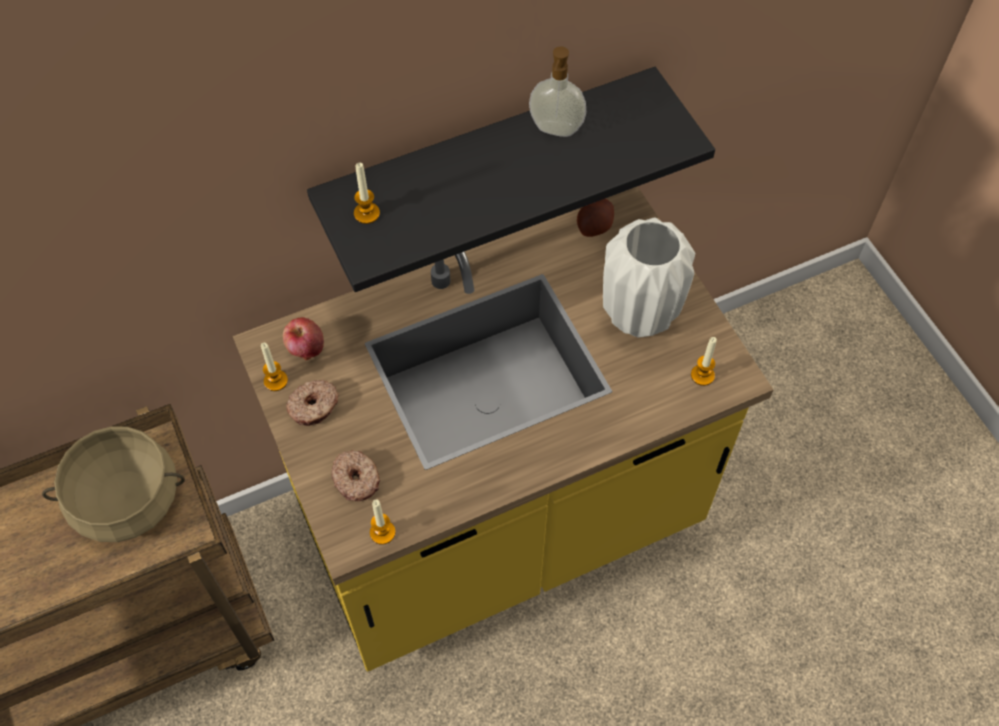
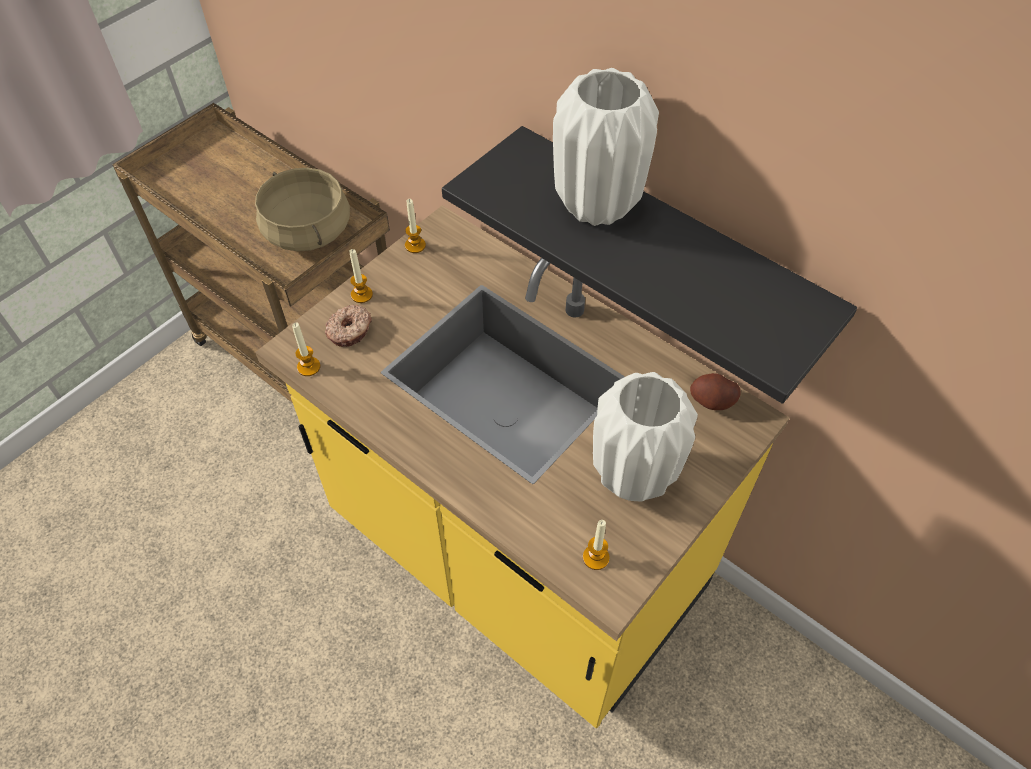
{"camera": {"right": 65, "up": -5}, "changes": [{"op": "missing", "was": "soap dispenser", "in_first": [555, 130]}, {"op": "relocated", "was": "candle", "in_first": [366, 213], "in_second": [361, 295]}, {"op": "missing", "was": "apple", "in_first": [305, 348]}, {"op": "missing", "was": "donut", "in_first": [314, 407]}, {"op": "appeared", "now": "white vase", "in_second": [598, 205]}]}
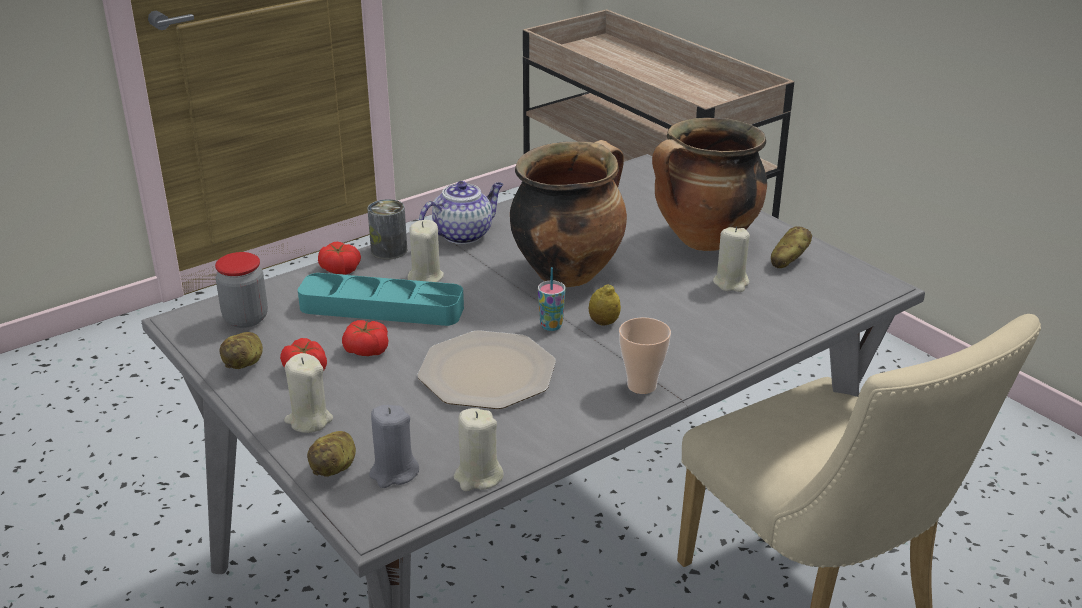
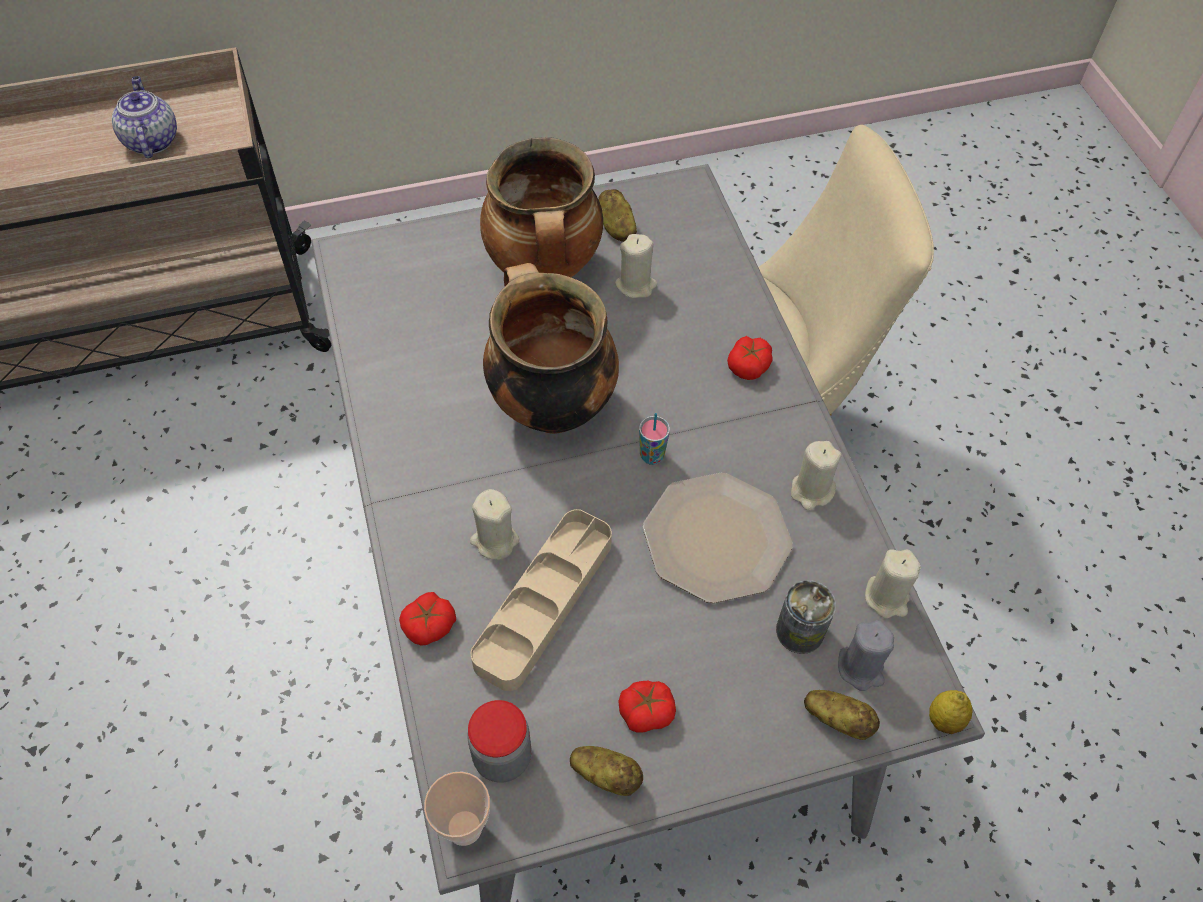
{"camera": {"right": -70, "up": 25}, "changes": [{"op": "relocated", "was": "teapot", "in_first": [463, 234], "in_second": [151, 140]}, {"op": "relocated", "was": "can", "in_first": [389, 250], "in_second": [800, 631]}, {"op": "colour", "was": "turquoise tray", "now": "beige tray", "in_first": [381, 308], "in_second": [544, 602]}, {"op": "relocated", "was": "lemon", "in_first": [604, 322], "in_second": [944, 720]}, {"op": "relocated", "was": "cup", "in_first": [642, 386], "in_second": [464, 827]}, {"op": "relocated", "was": "tomato", "in_first": [366, 350], "in_second": [749, 366]}, {"op": "relocated", "was": "beige candle", "in_first": [309, 420], "in_second": [811, 491]}]}
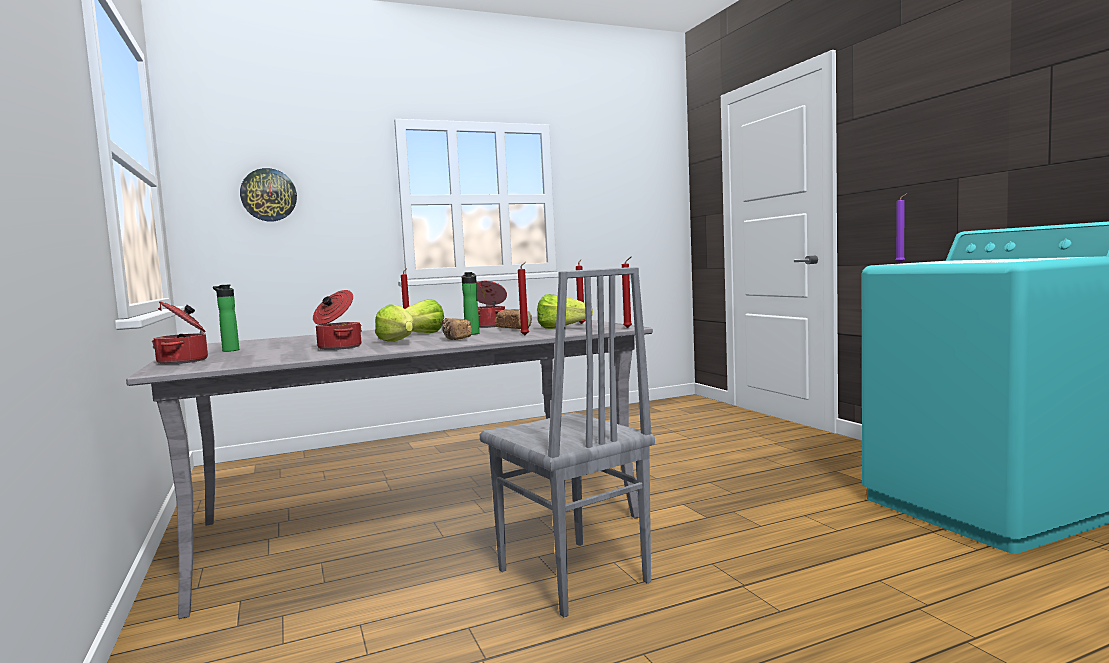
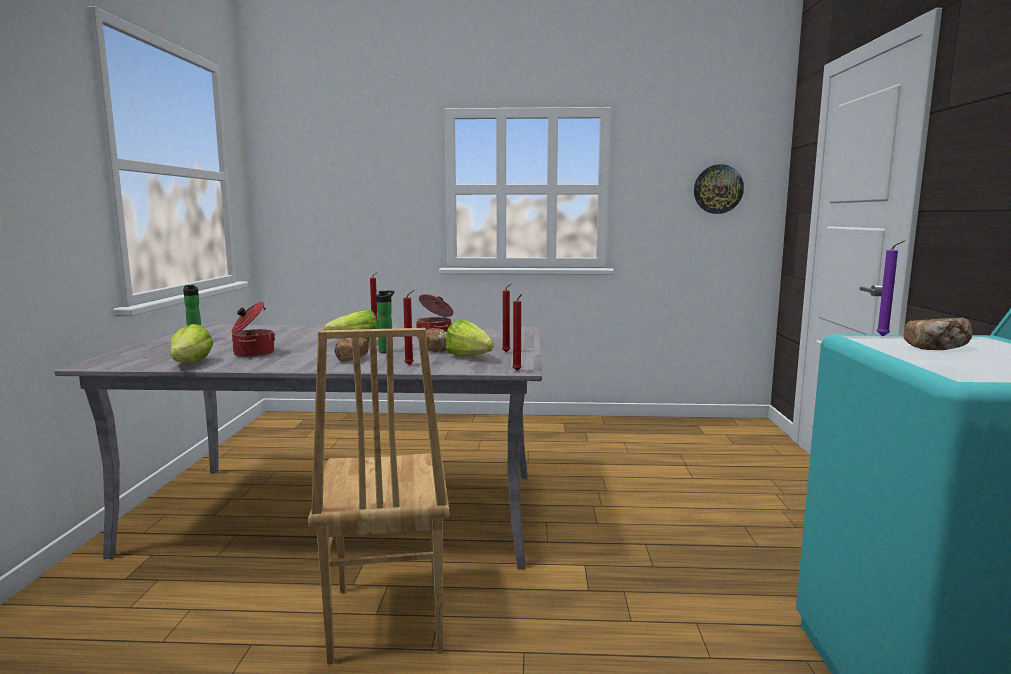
{"camera": {"right": 25, "up": 5}, "changes": [{"op": "relocated", "was": "wall clock", "in_first": [268, 195], "in_second": [718, 189]}, {"op": "colour", "was": "grey chair", "now": "brown chair", "in_first": [571, 577], "in_second": [385, 620]}, {"op": "missing", "was": "cooking pot", "in_first": [184, 361]}, {"op": "relocated", "was": "lettuce", "in_first": [399, 343], "in_second": [186, 365]}, {"op": "appeared", "now": "bread", "in_second": [938, 348]}]}
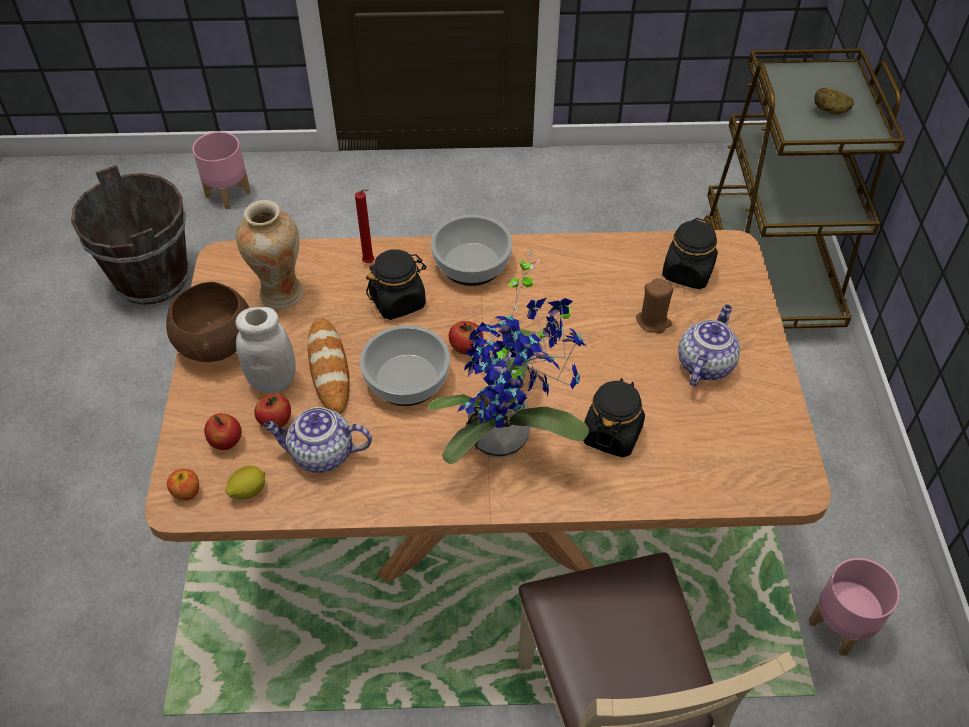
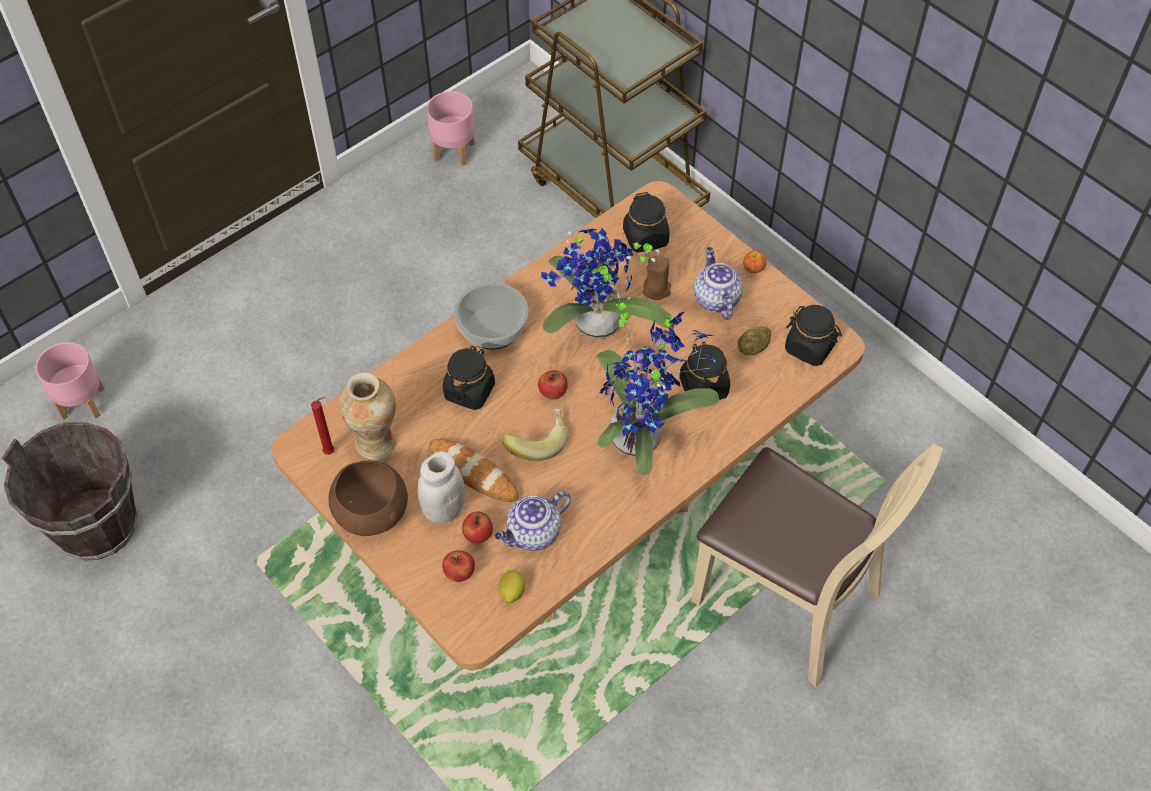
{"camera": {"right": -40, "up": 5}, "changes": [{"op": "relocated", "was": "potato", "in_first": [830, 111], "in_second": [754, 348]}, {"op": "relocated", "was": "red candle", "in_first": [370, 263], "in_second": [331, 452]}, {"op": "exchanged", "was": "bowl", "now": "banana", "in_first": [408, 379], "in_second": [536, 442]}, {"op": "relocated", "was": "apple", "in_first": [186, 492], "in_second": [753, 269]}, {"op": "relocated", "was": "pink planter", "in_first": [841, 627], "in_second": [454, 151]}, {"op": "appeared", "now": "potted plant", "in_second": [595, 328]}, {"op": "appeared", "now": "black jar", "in_second": [810, 347]}]}
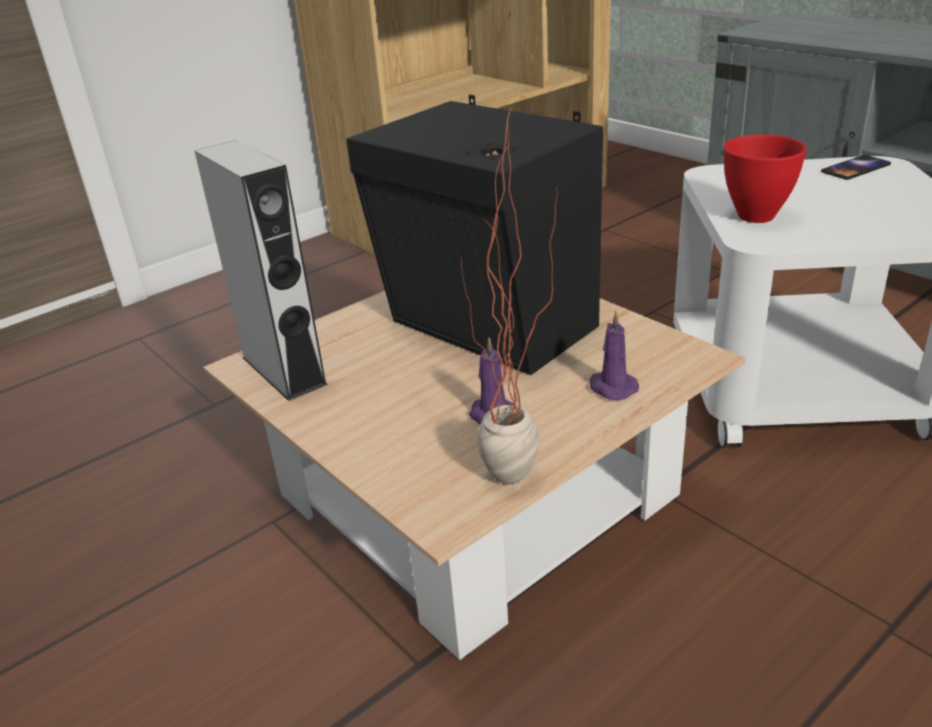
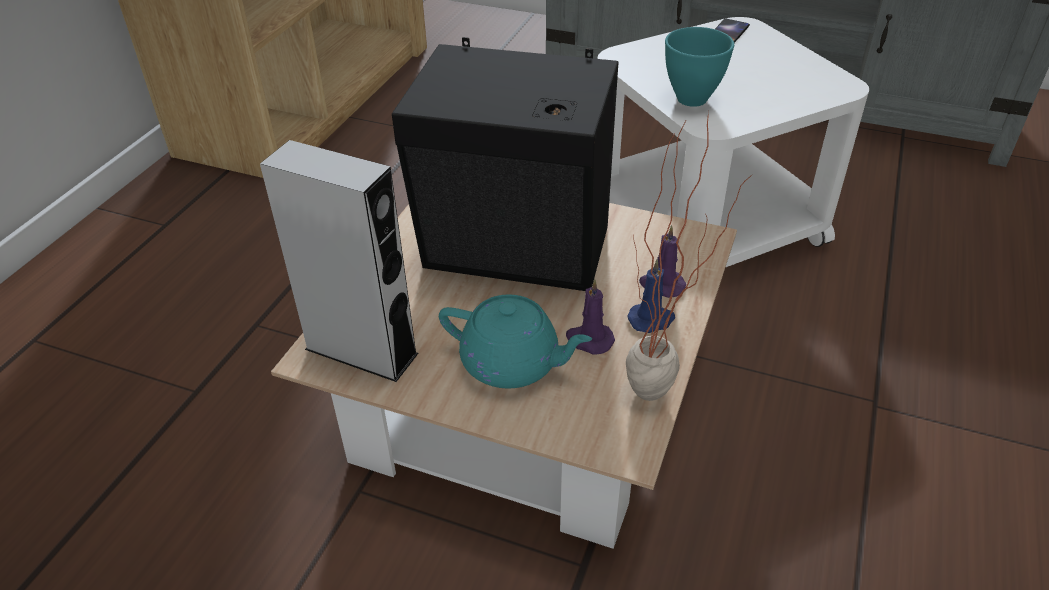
{"camera": {"right": -30, "up": 10}, "changes": [{"op": "colour", "was": "red bowl", "now": "turquoise bowl", "in_first": [757, 217], "in_second": [693, 100]}, {"op": "appeared", "now": "blue candle", "in_second": [651, 319]}, {"op": "appeared", "now": "turquoise teapot", "in_second": [512, 363]}]}
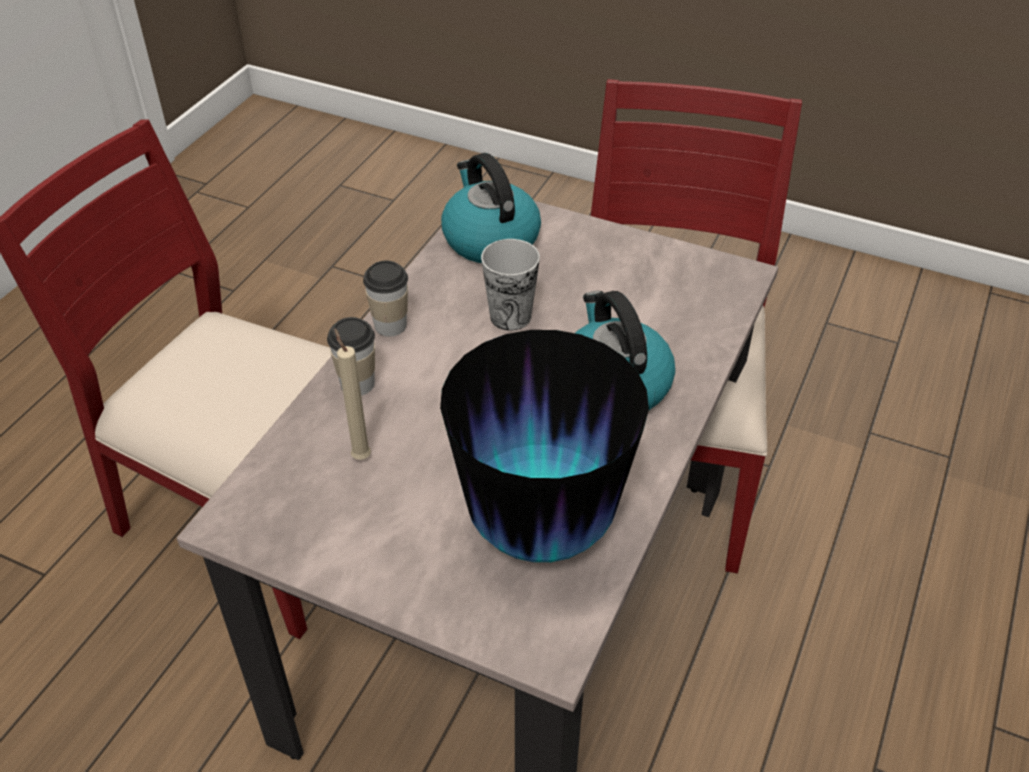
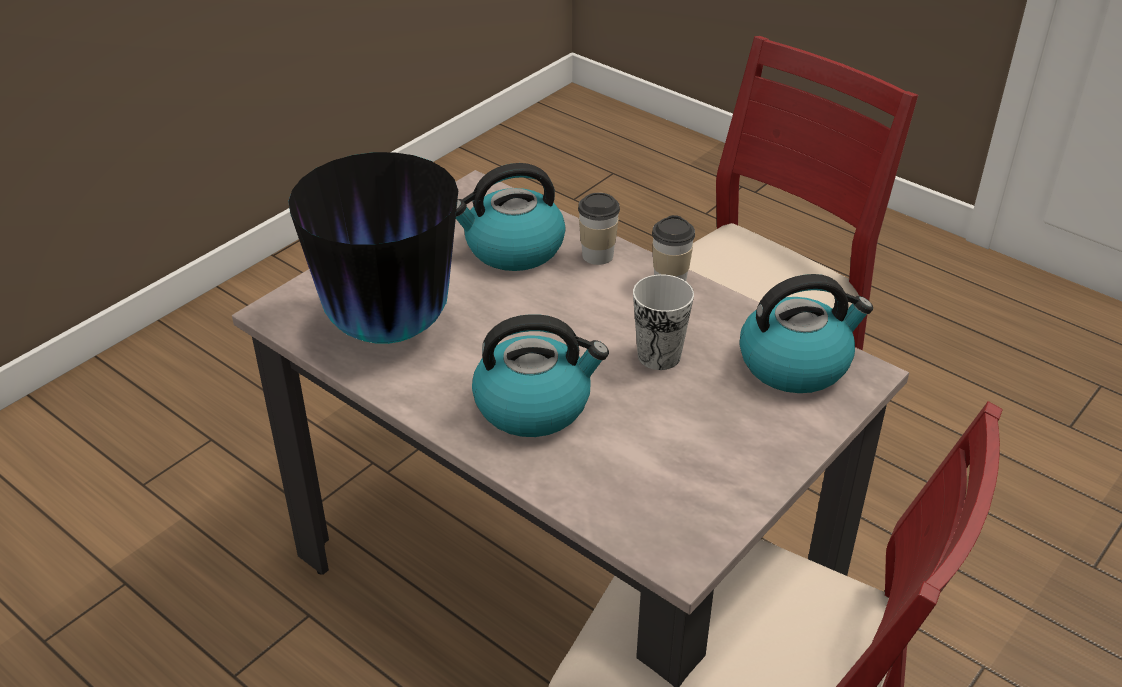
{"camera": {"right": 105, "up": -5}, "changes": [{"op": "exchanged", "was": "beige candle", "now": "kettle", "in_first": [360, 455], "in_second": [513, 249]}]}
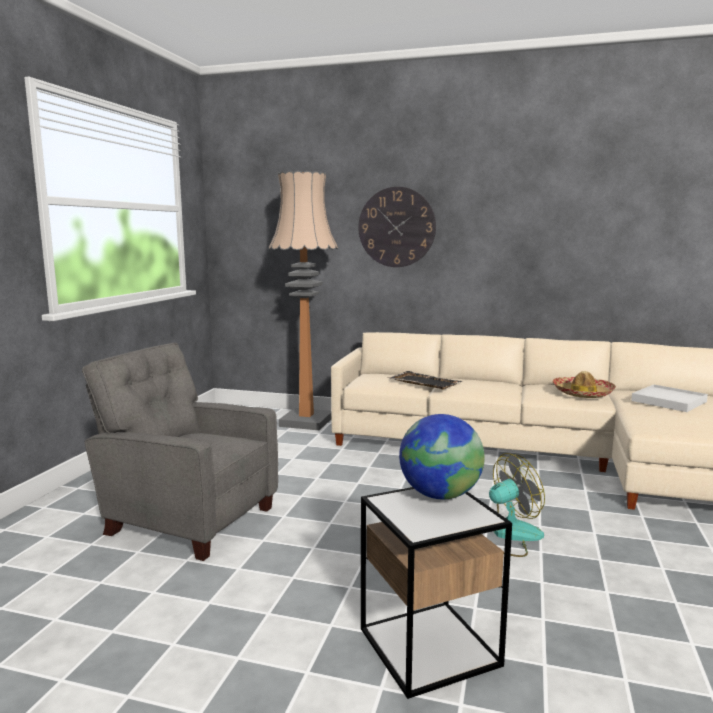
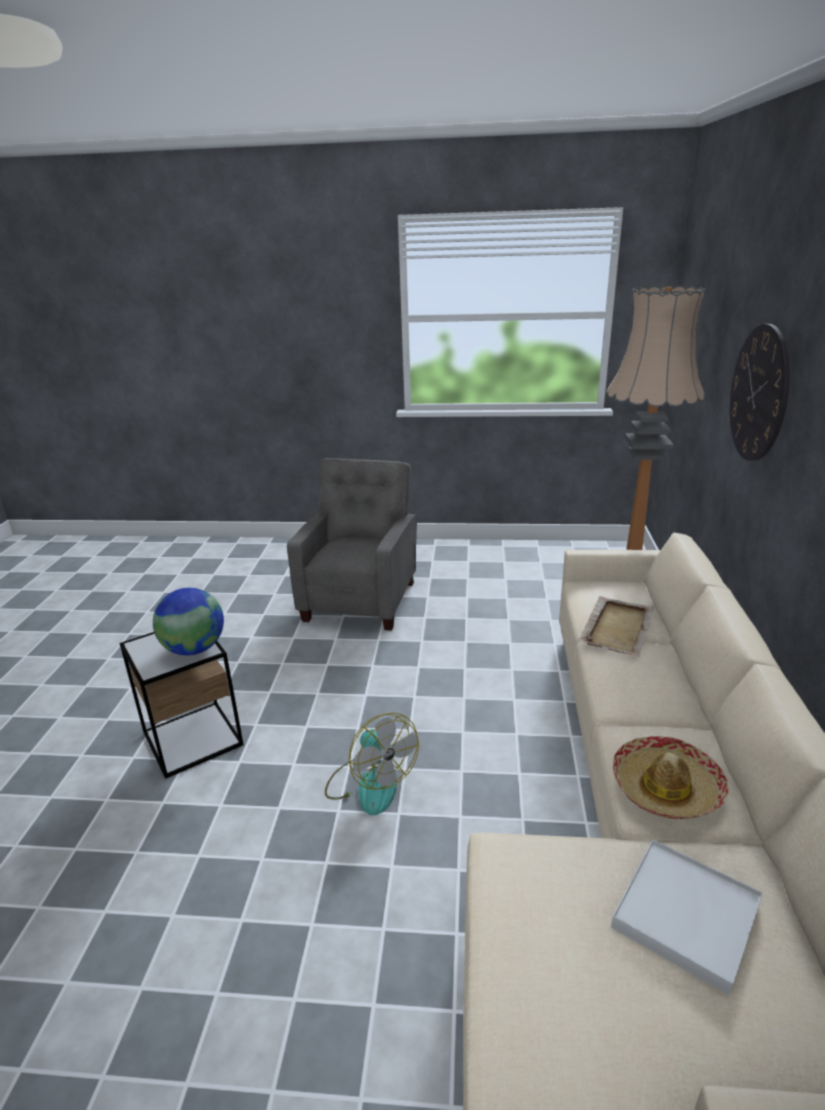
{"camera": {"right": 80, "up": 15}, "changes": [{"op": "colour", "was": "black tray", "now": "beige tray", "in_first": [424, 382], "in_second": [617, 627]}]}
